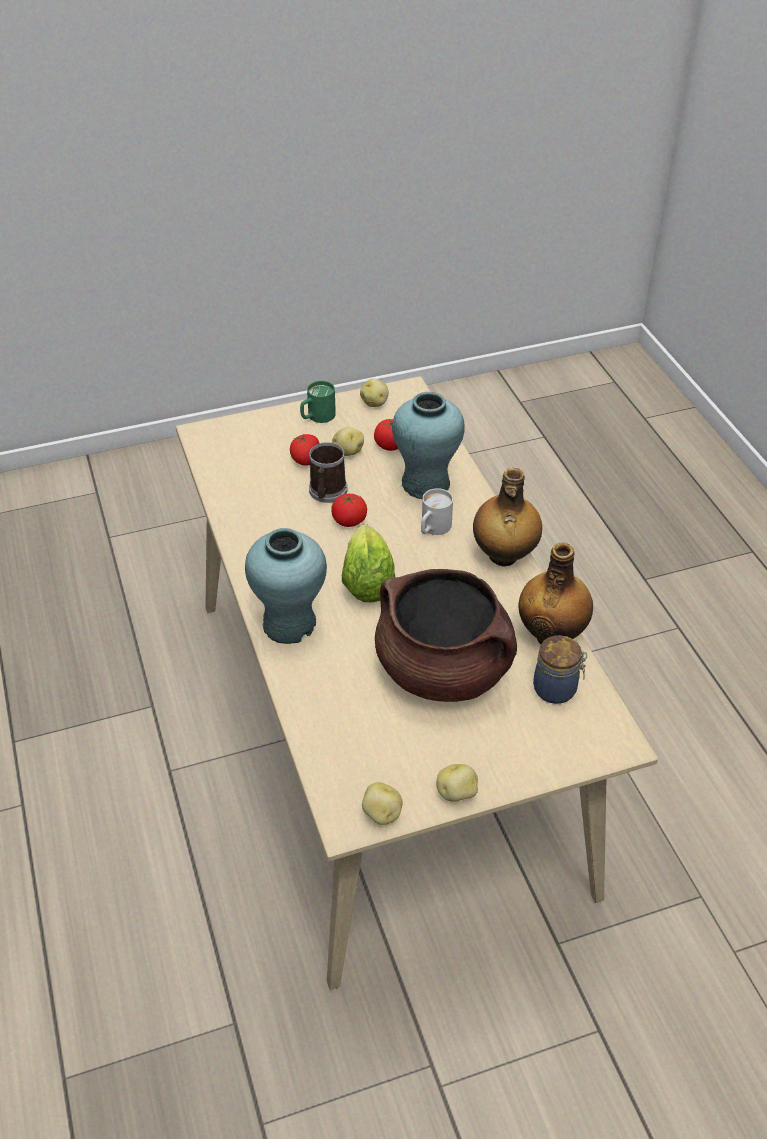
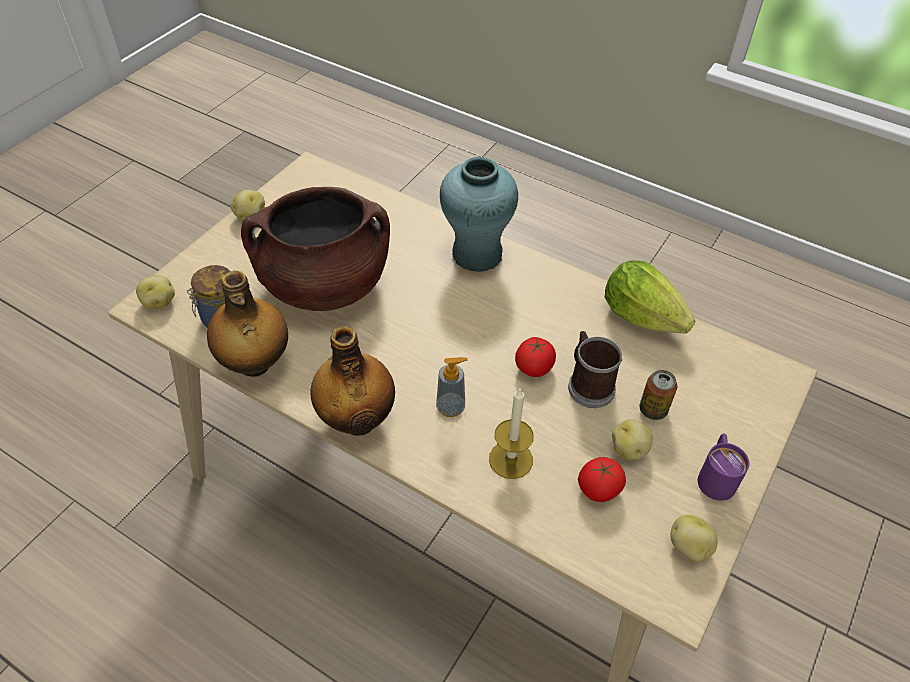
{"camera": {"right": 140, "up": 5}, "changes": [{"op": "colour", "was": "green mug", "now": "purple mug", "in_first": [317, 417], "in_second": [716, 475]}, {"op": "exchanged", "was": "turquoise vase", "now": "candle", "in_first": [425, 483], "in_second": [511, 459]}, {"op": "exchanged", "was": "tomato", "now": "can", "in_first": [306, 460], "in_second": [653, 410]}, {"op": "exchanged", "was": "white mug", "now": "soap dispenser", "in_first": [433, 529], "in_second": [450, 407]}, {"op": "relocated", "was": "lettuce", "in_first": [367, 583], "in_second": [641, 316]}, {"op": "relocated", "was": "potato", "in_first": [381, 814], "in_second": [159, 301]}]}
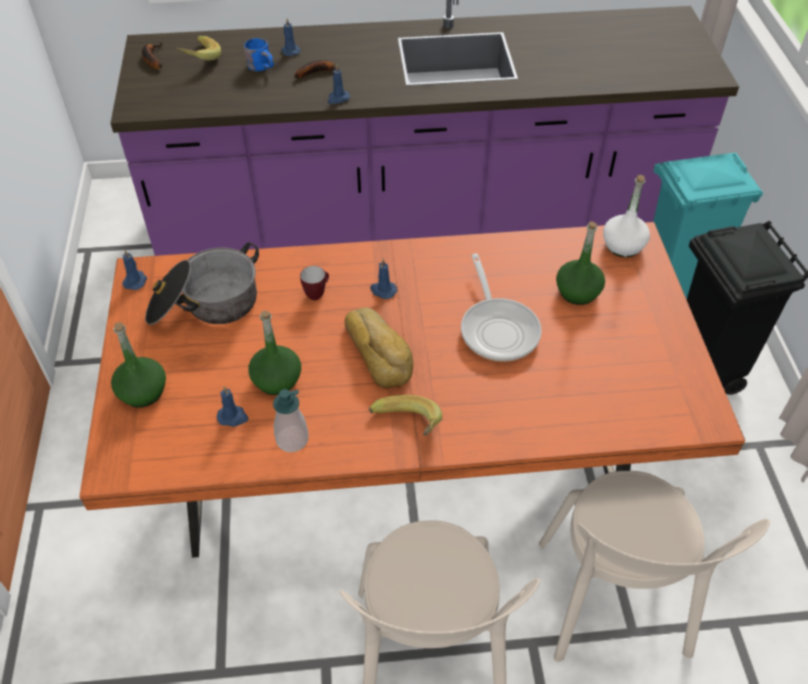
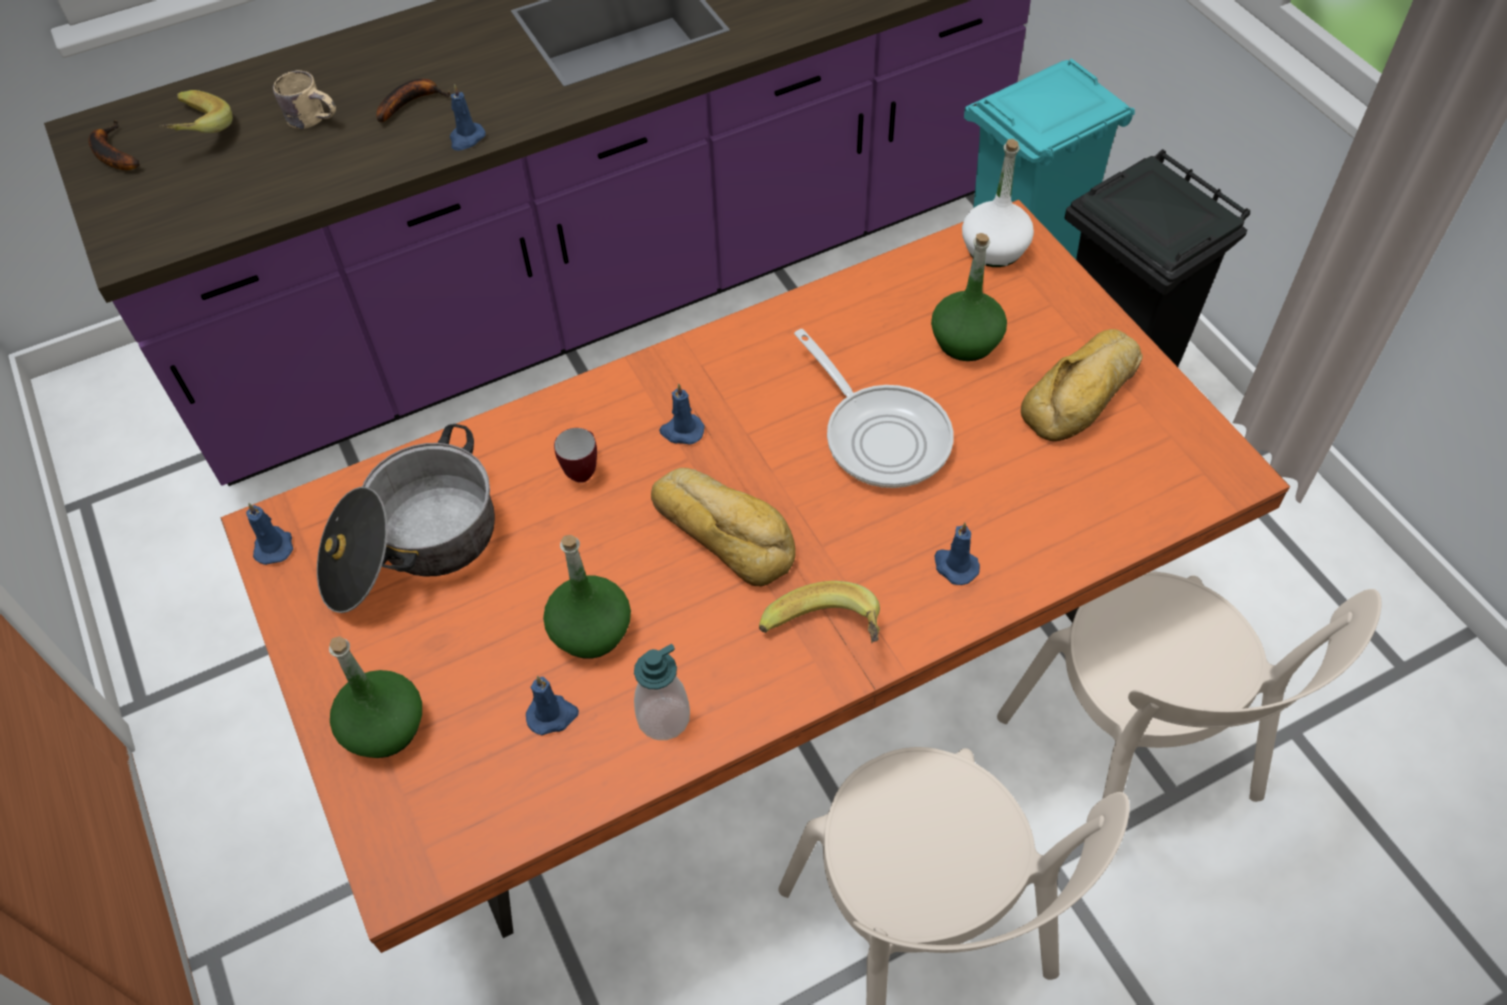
{"camera": {"right": -20, "up": 5}, "changes": [{"op": "relocated", "was": "blue candle", "in_first": [290, 51], "in_second": [954, 566]}, {"op": "colour", "was": "blue mug", "now": "beige mug", "in_first": [263, 67], "in_second": [315, 118]}, {"op": "appeared", "now": "bread", "in_second": [1084, 394]}]}
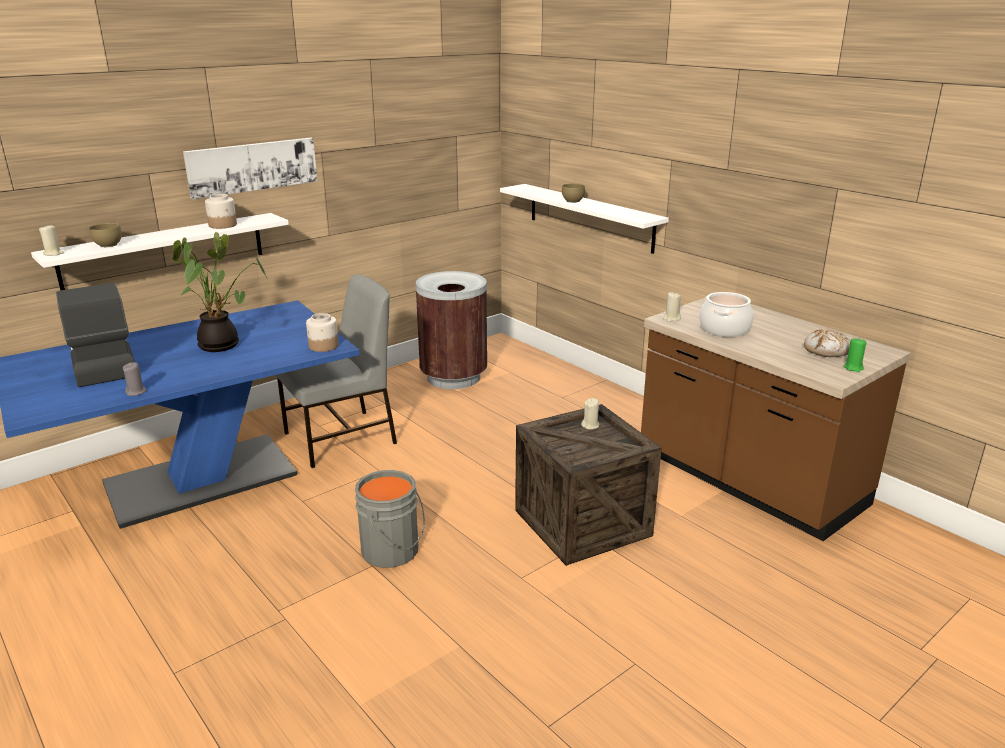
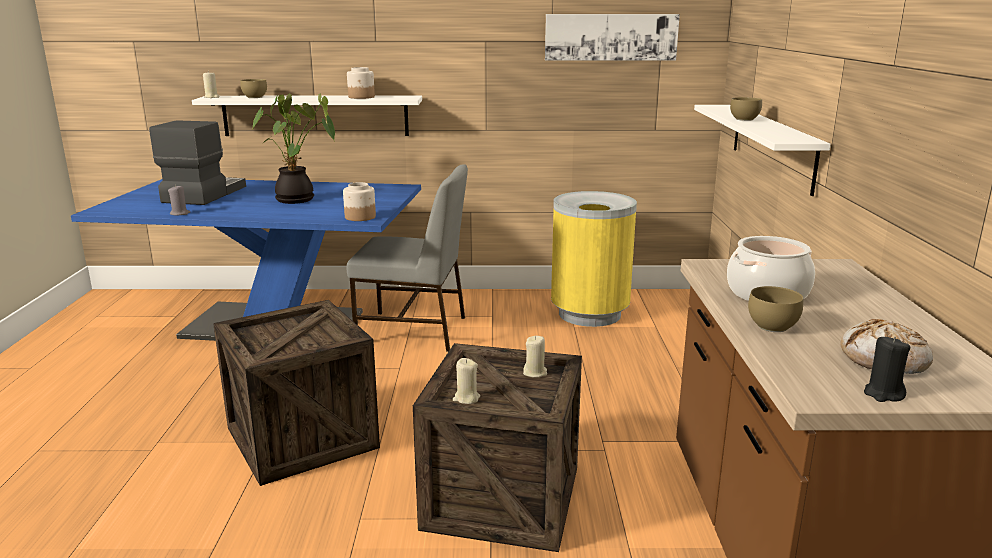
{"camera": {"right": 40, "up": -5}, "changes": [{"op": "relocated", "was": "picture", "in_first": [252, 166], "in_second": [610, 37]}, {"op": "colour", "was": "brown trash can", "now": "yellow trash can", "in_first": [453, 377], "in_second": [590, 314]}, {"op": "relocated", "was": "beige candle", "in_first": [671, 319], "in_second": [466, 398]}, {"op": "colour", "was": "green candle", "now": "black candle", "in_first": [853, 368], "in_second": [883, 394]}, {"op": "exchanged", "was": "grey bucket", "now": "crate", "in_first": [393, 551], "in_second": [302, 437]}, {"op": "appeared", "now": "brown bowl", "in_second": [773, 327]}]}
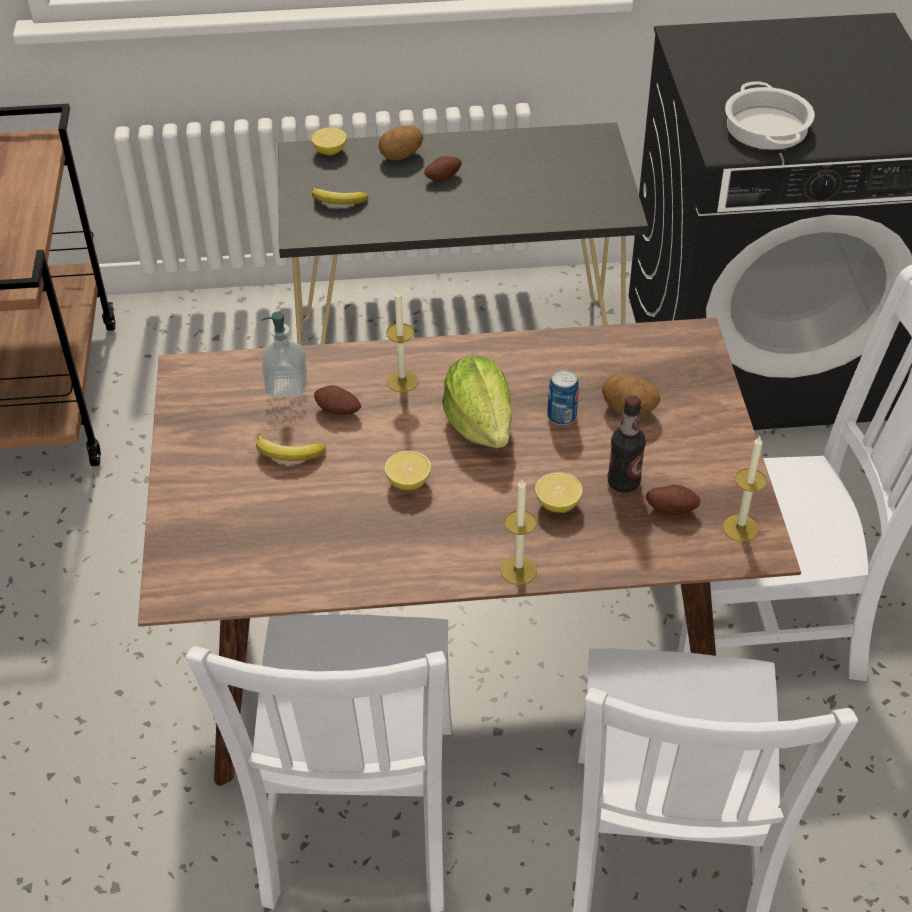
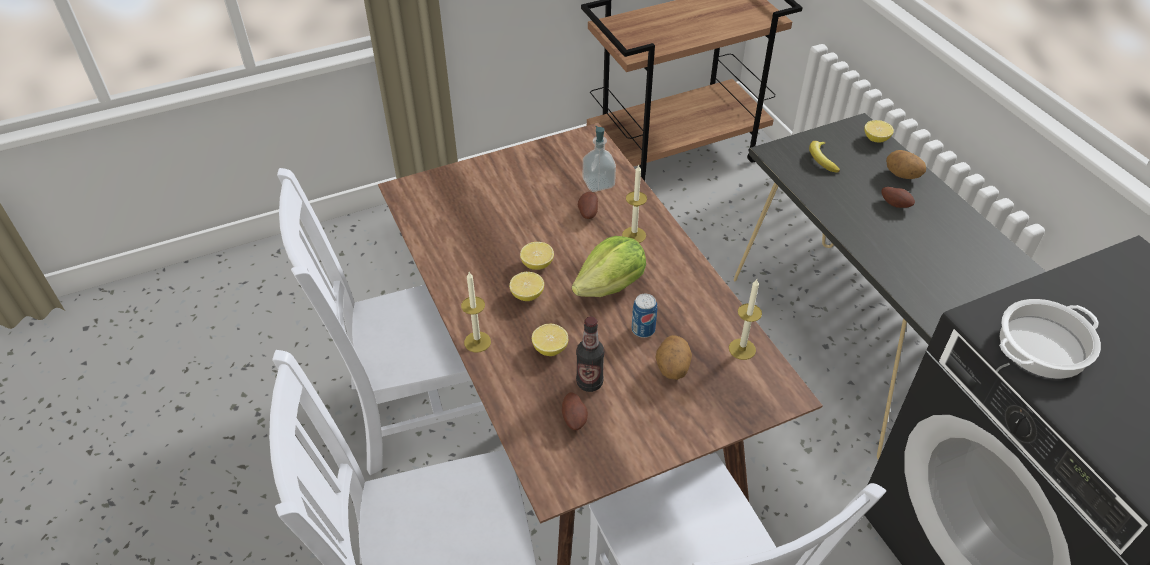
{"camera": {"right": 70, "up": 0}, "changes": [{"op": "missing", "was": "banana", "in_first": [288, 454]}, {"op": "relocated", "was": "candle", "in_first": [740, 528], "in_second": [742, 349]}, {"op": "appeared", "now": "lemon", "in_second": [527, 295]}]}
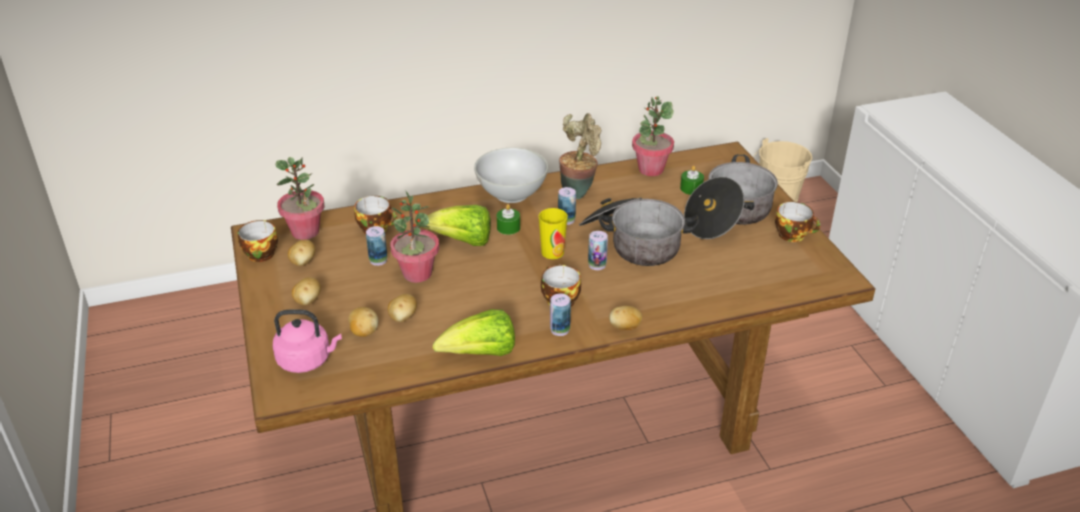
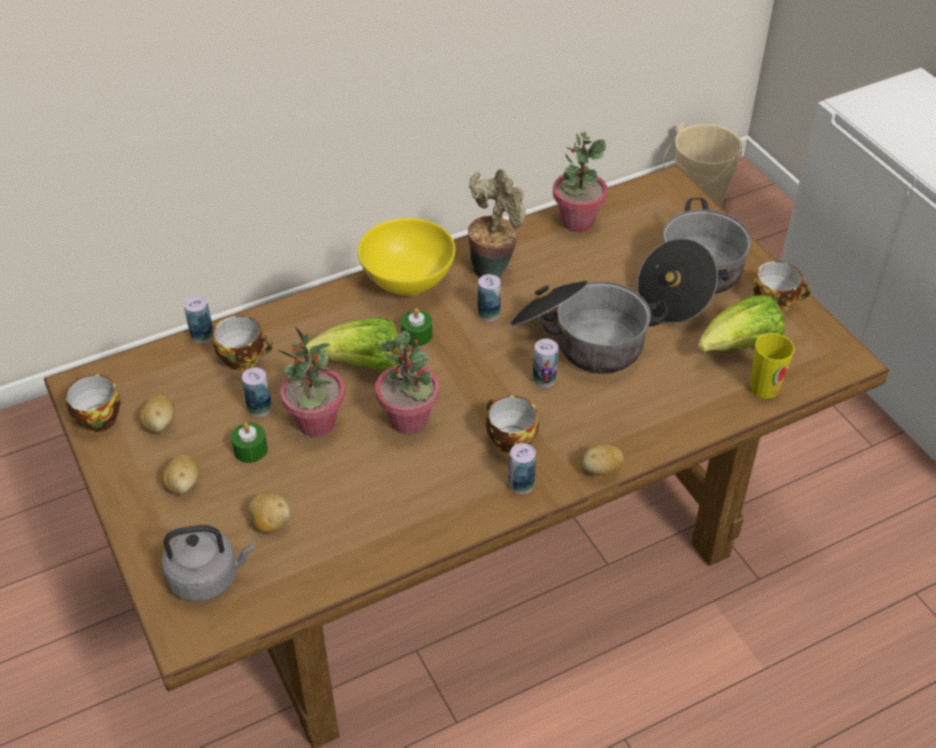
{"camera": {"right": -10, "up": 10}, "changes": [{"op": "colour", "was": "white bowl", "now": "yellow bowl", "in_first": [512, 194], "in_second": [408, 281]}, {"op": "relocated", "was": "potted plant", "in_first": [305, 232], "in_second": [409, 420]}, {"op": "relocated", "was": "green candle", "in_first": [691, 188], "in_second": [250, 450]}, {"op": "relocated", "was": "cup", "in_first": [552, 252], "in_second": [764, 387]}, {"op": "missing", "was": "potato", "in_first": [403, 317]}, {"op": "colour", "was": "pink kettle", "now": "grey kettle", "in_first": [307, 360], "in_second": [208, 577]}, {"op": "relocated", "was": "lettuce", "in_first": [481, 354], "in_second": [739, 347]}, {"op": "appeared", "now": "can", "in_second": [202, 336]}]}
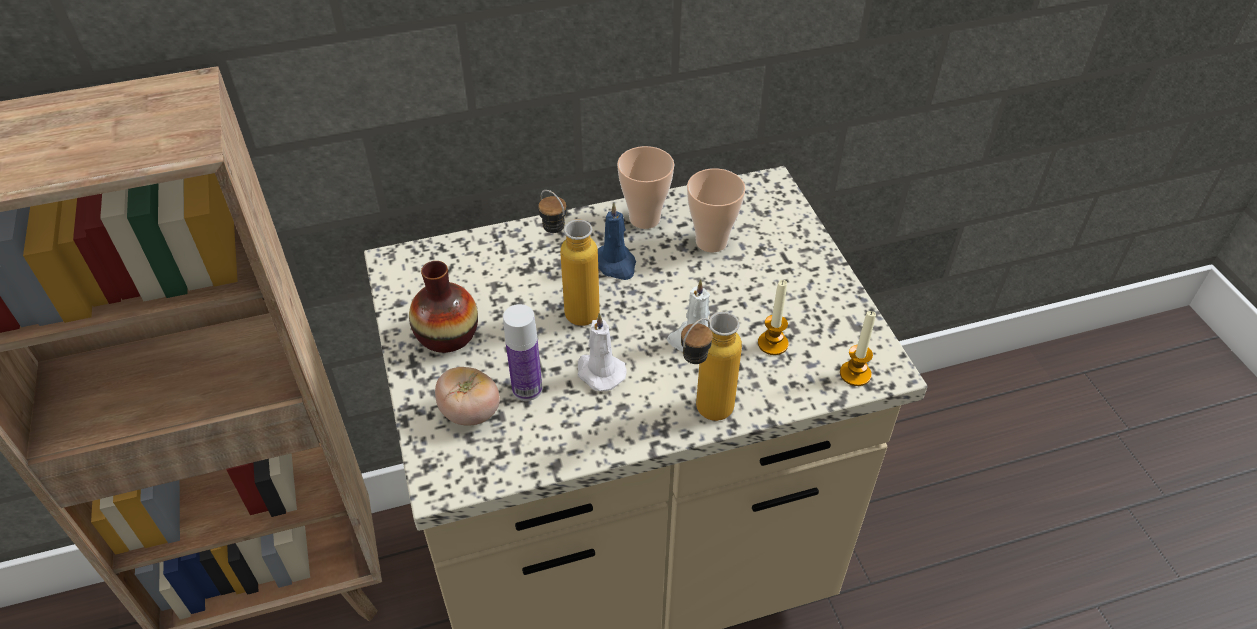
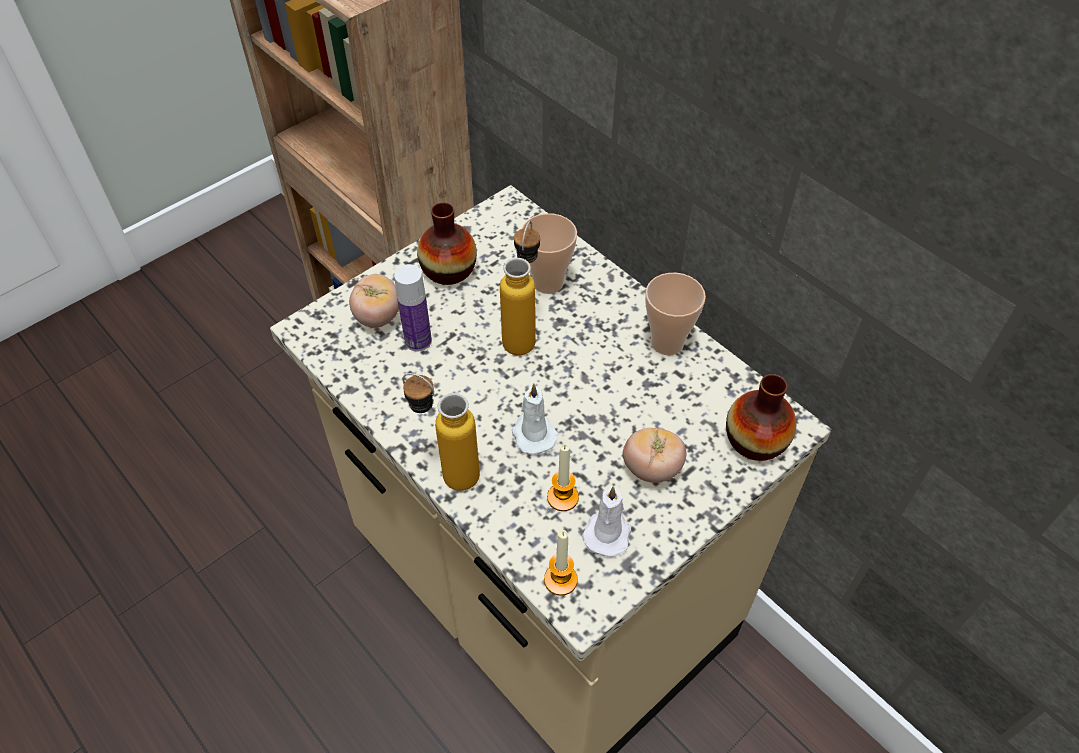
{"camera": {"right": 65, "up": 5}, "changes": [{"op": "relocated", "was": "cup", "in_first": [711, 241], "in_second": [548, 282]}, {"op": "missing", "was": "blue candle", "in_first": [616, 264]}, {"op": "relocated", "was": "white candle", "in_first": [599, 372], "in_second": [608, 532]}, {"op": "appeared", "now": "vase", "in_second": [755, 440]}, {"op": "appeared", "now": "tomato", "in_second": [652, 468]}]}
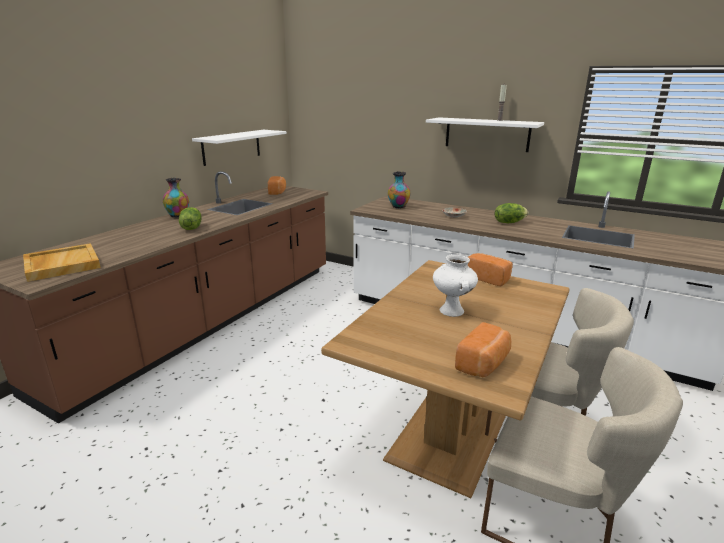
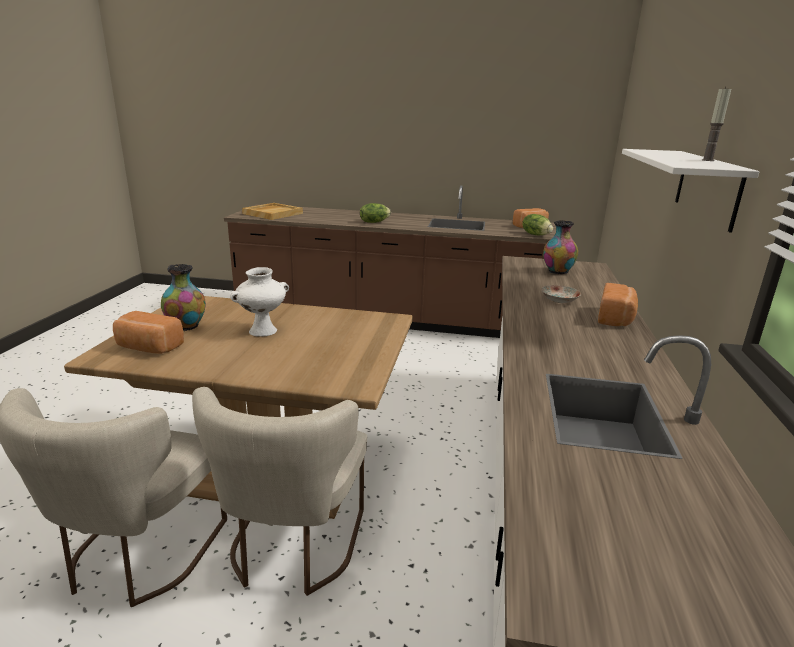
{"camera": {"right": 70, "up": 0}, "changes": [{"op": "missing", "was": "white shelf", "in_first": [231, 147]}, {"op": "relocated", "was": "vase", "in_first": [178, 215], "in_second": [186, 327]}, {"op": "relocated", "was": "lettuce", "in_first": [509, 222], "in_second": [536, 235]}, {"op": "relocated", "was": "bread", "in_first": [488, 278], "in_second": [616, 318]}]}
